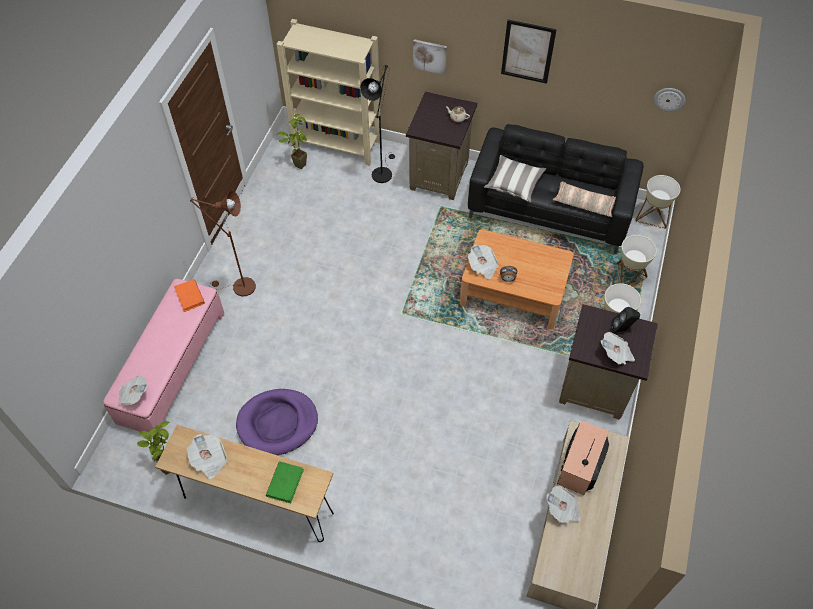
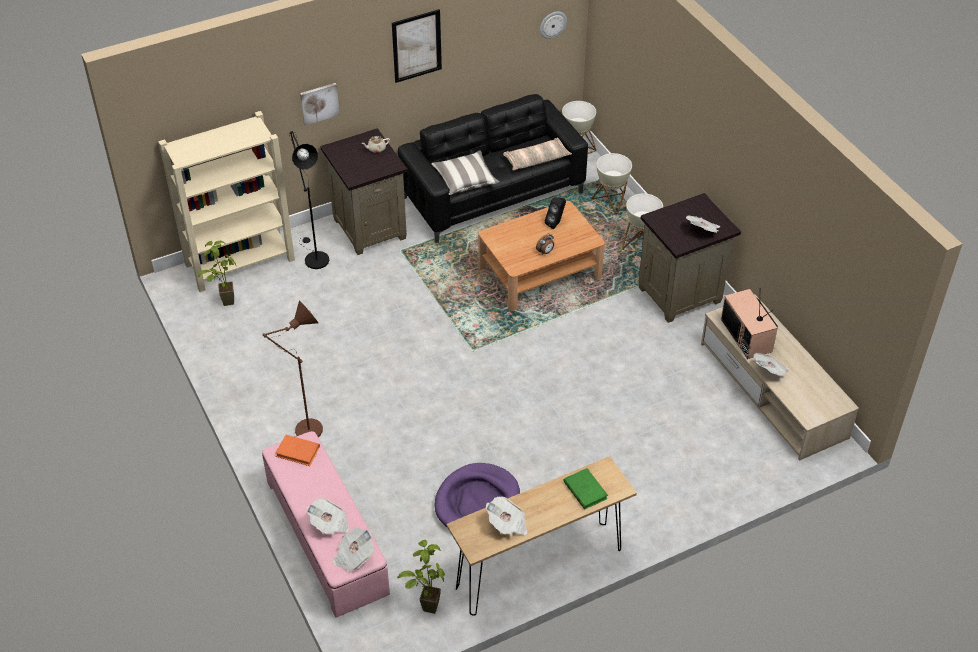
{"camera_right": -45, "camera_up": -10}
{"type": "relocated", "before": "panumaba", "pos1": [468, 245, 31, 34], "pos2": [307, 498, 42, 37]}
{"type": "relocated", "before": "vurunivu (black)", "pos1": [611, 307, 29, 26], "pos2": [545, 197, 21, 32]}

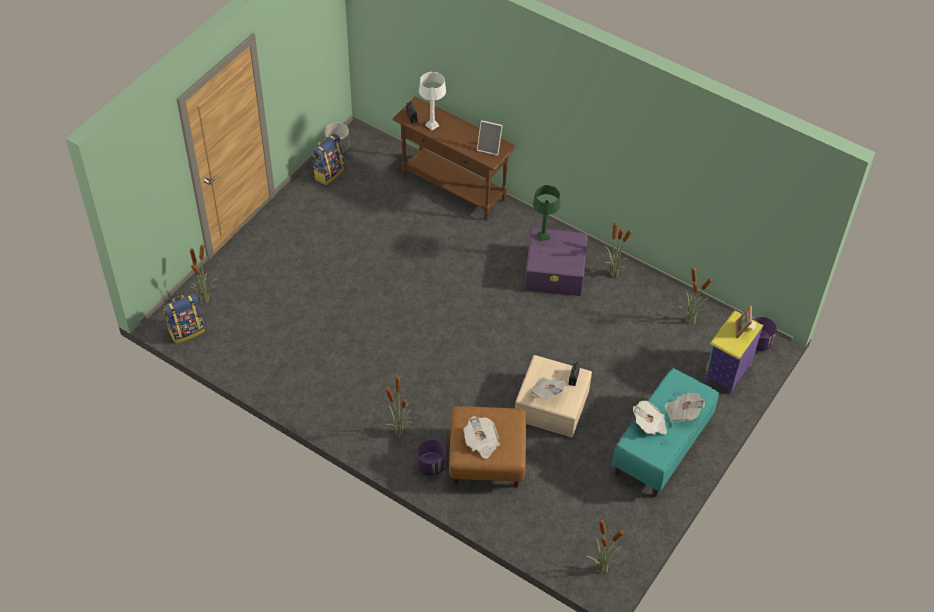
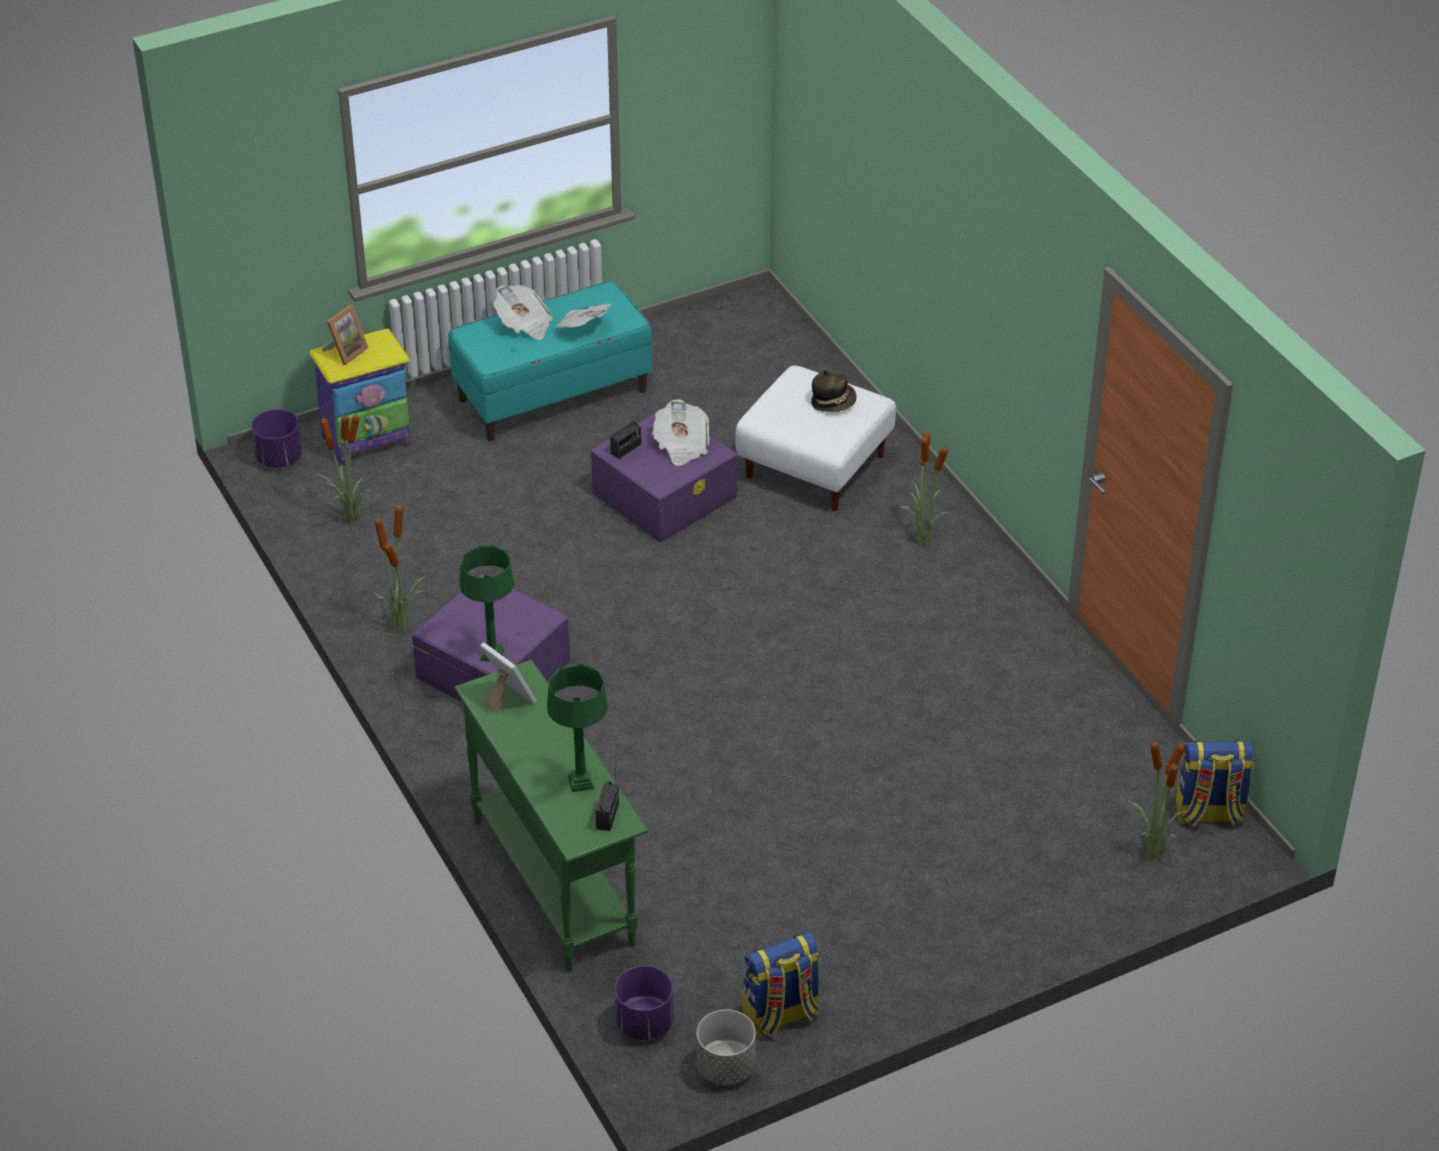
{"camera_right": -150, "camera_up": -10}
{"type": "colour", "before": "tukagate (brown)", "after": "tukagate (green)", "pos1": [392, 96, 124, 124], "pos2": [454, 660, 194, 311]}
{"type": "relocated", "before": "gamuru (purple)", "pos1": [417, 439, 29, 37], "pos2": [615, 966, 58, 74]}
{"type": "colour", "before": "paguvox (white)", "after": "paguvox (green)", "pos1": [419, 72, 27, 59], "pos2": [547, 664, 61, 128]}
{"type": "colour", "before": "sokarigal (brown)", "after": "sokarigal (white)", "pos1": [449, 406, 77, 82], "pos2": [736, 366, 160, 145]}
{"type": "exchanged", "before": "panumaba", "after": "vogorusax", "pos1": [463, 416, 37, 43], "pos2": [811, 370, 46, 42]}
{"type": "colour", "before": "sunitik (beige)", "after": "sunitik (purple)", "pos1": [515, 355, 77, 82], "pos2": [590, 413, 147, 129]}
{"type": "missing", "before": "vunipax", "pos1": [586, 519, 38, 55]}

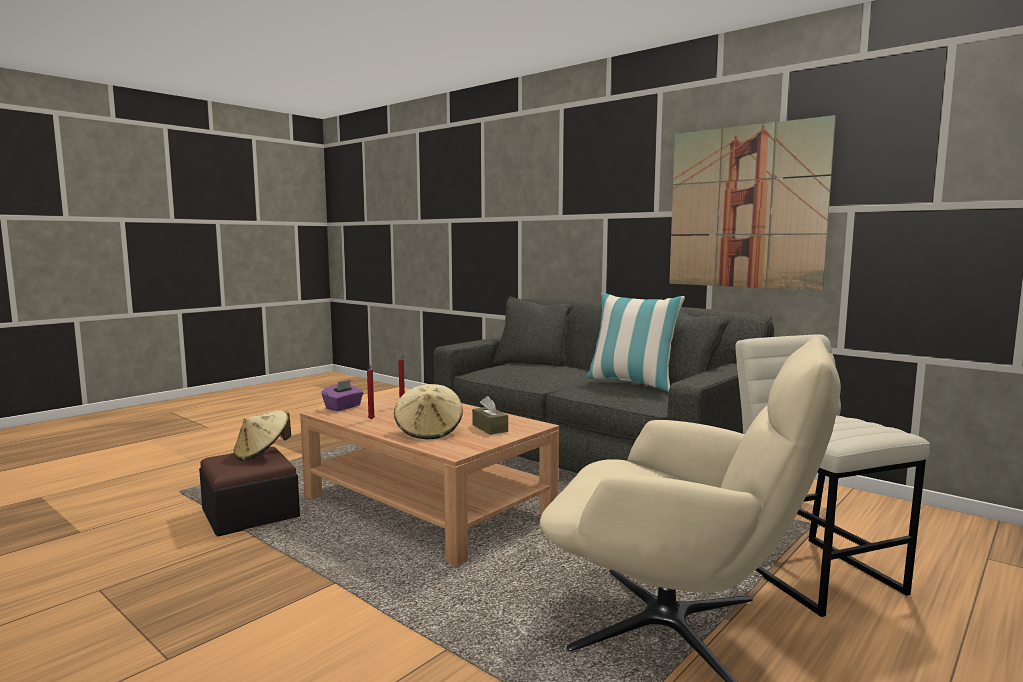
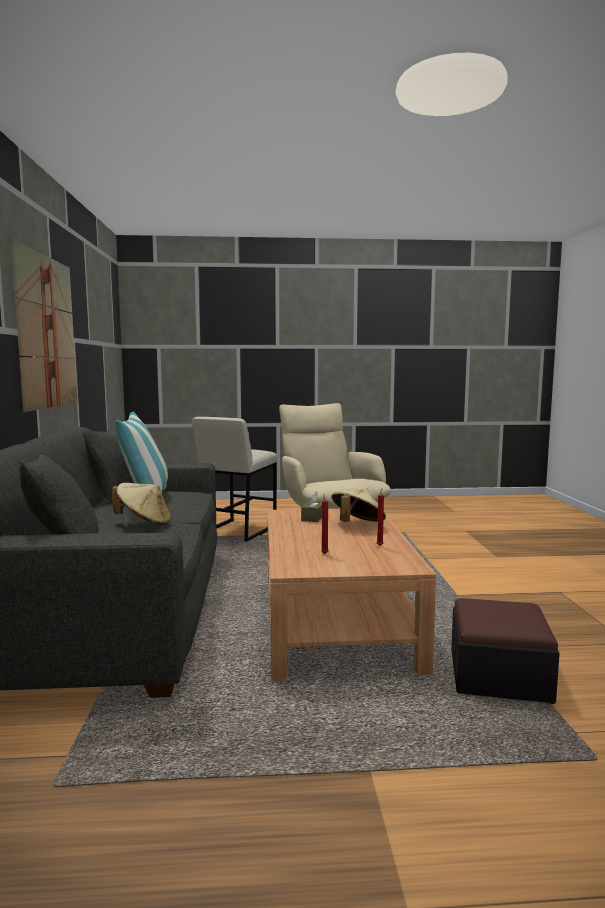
{"camera_right": -135, "camera_up": 0}
{"type": "relocated", "before": "vogorusax (beige)", "pos1": [233, 410, 58, 51], "pos2": [112, 483, 59, 42]}
{"type": "missing", "before": "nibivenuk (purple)", "pos1": [321, 380, 42, 31]}

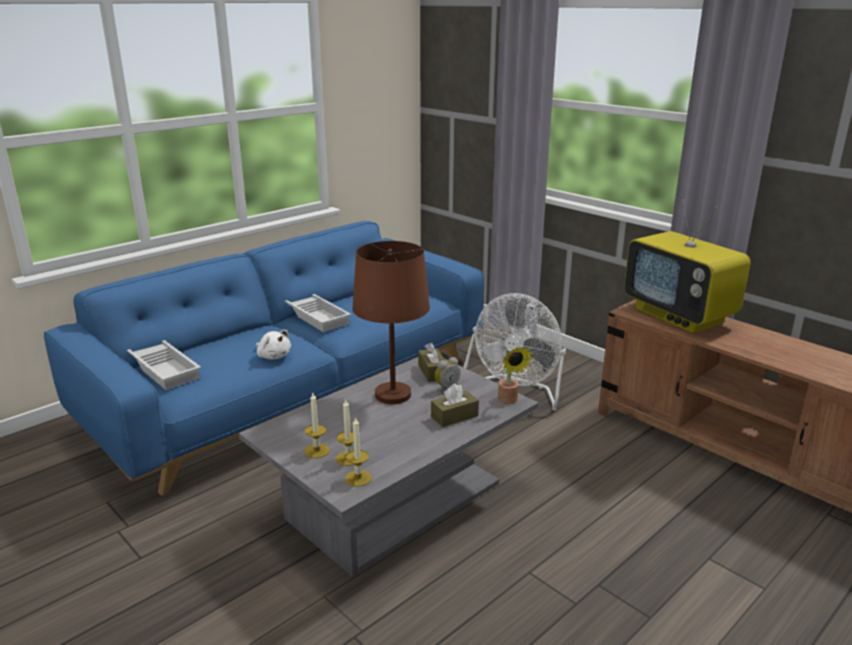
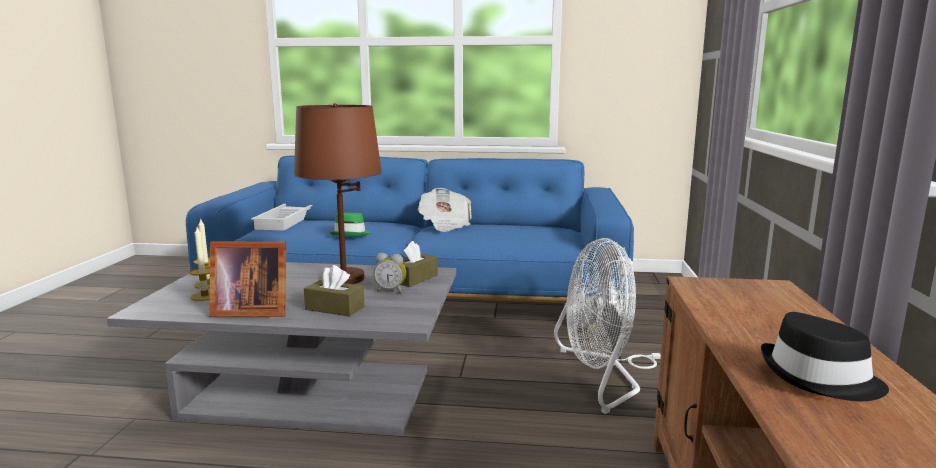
{"camera_right": 50, "camera_up": -10}
{"type": "exchanged", "before": "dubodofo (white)", "after": "vogorusax (green)", "pos1": [256, 330, 35, 30], "pos2": [330, 213, 41, 23]}
{"type": "exchanged", "before": "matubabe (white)", "after": "panumaba", "pos1": [285, 294, 66, 38], "pos2": [418, 188, 54, 44]}
{"type": "missing", "before": "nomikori", "pos1": [345, 417, 27, 70]}
{"type": "missing", "before": "vunipax", "pos1": [498, 347, 36, 57]}
{"type": "missing", "before": "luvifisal", "pos1": [624, 196, 127, 137]}
{"type": "appeared", "after": "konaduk", "pos2": [209, 241, 77, 76]}
{"type": "appeared", "after": "vogorusax (black)", "pos2": [761, 312, 128, 89]}

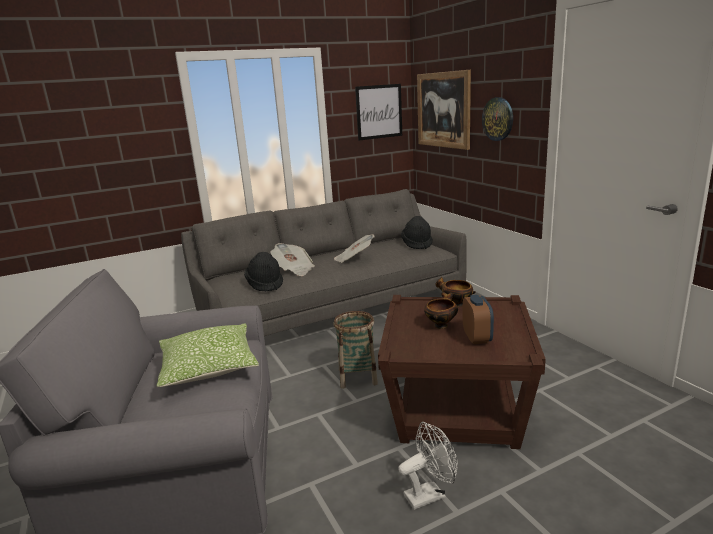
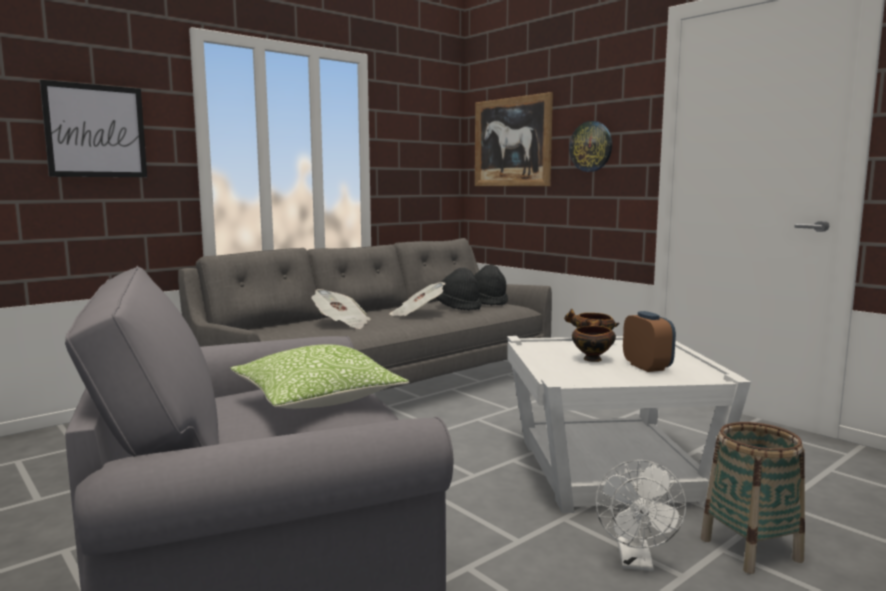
{"camera_right": -15, "camera_up": -10}
{"type": "relocated", "before": "vogorusax (black)", "pos1": [244, 252, 39, 40], "pos2": [436, 268, 45, 43]}
{"type": "relocated", "before": "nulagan", "pos1": [334, 311, 44, 78], "pos2": [701, 422, 104, 152]}
{"type": "relocated", "before": "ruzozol", "pos1": [355, 84, 47, 56], "pos2": [40, 80, 107, 97]}
{"type": "colour", "before": "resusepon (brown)", "after": "resusepon (white)", "pos1": [378, 295, 168, 154], "pos2": [507, 336, 244, 177]}
{"type": "spun", "before": "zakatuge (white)", "pos1": [398, 422, 60, 88], "pos2": [595, 460, 92, 111], "turn": 135}

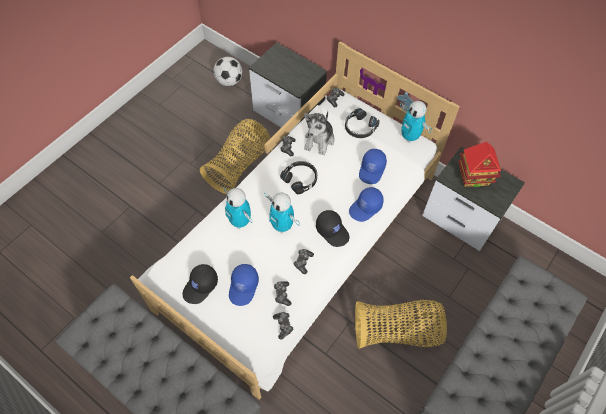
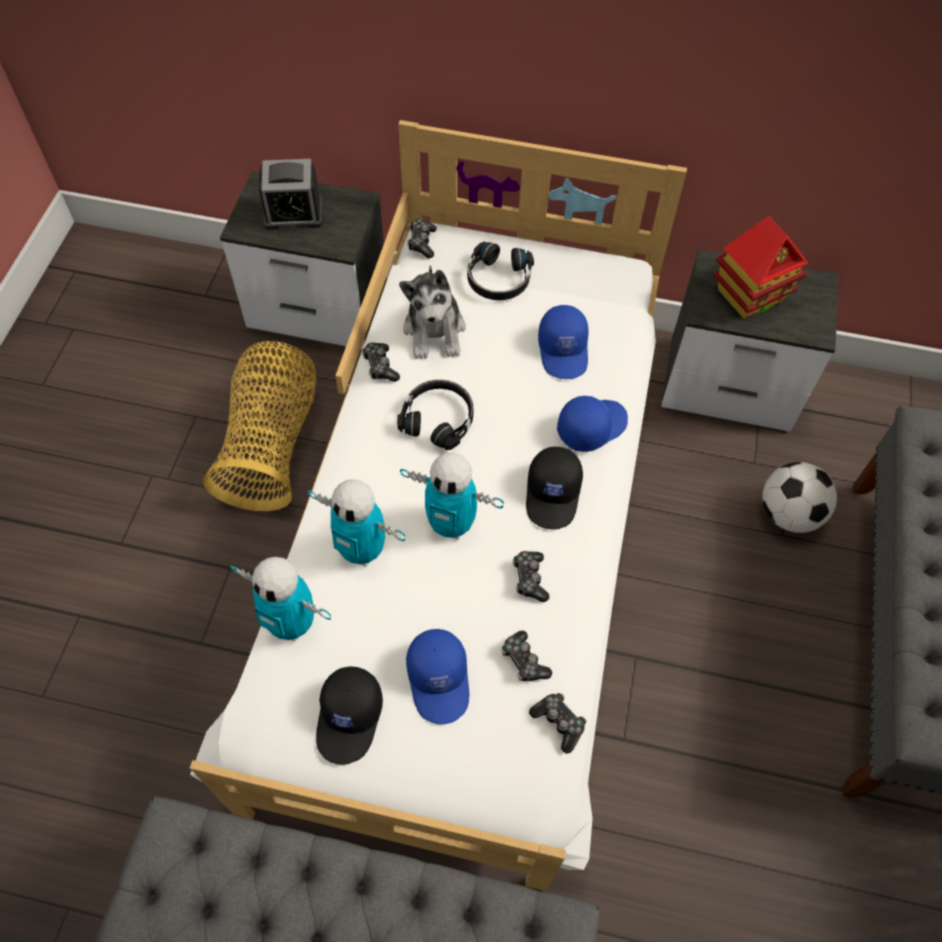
{"camera_right": -25, "camera_up": 0}
{"type": "relocated", "before": "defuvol", "pos1": [213, 57, 30, 29], "pos2": [762, 462, 75, 71]}
{"type": "spun", "before": "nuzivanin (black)", "pos1": [316, 210, 34, 37], "pos2": [526, 447, 57, 83], "turn": 75}
{"type": "spun", "before": "nuzivanin (blue)", "pos1": [349, 187, 35, 35], "pos2": [557, 396, 71, 56], "turn": -150}
{"type": "missing", "before": "nulagan", "pos1": [355, 300, 92, 49]}
{"type": "relocated", "before": "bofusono", "pos1": [400, 101, 32, 42], "pos2": [230, 557, 101, 85]}
{"type": "appeared", "after": "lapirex", "pos2": [259, 159, 64, 71]}

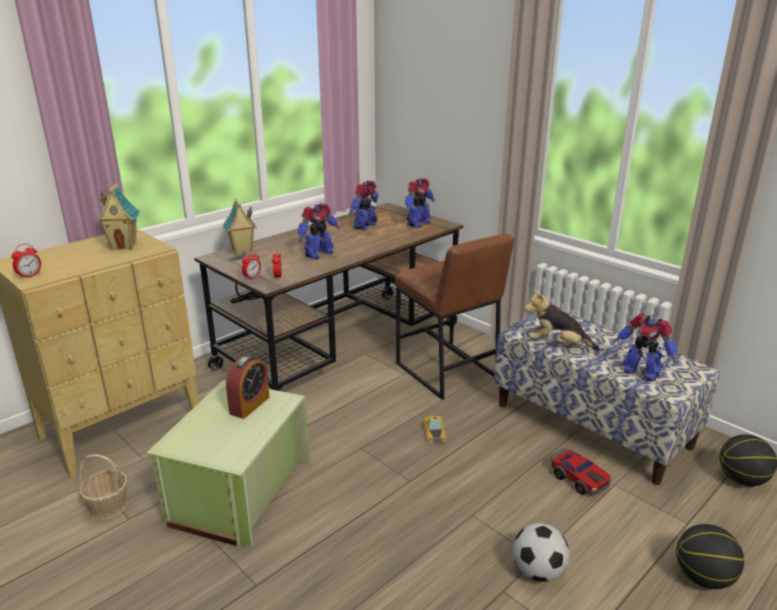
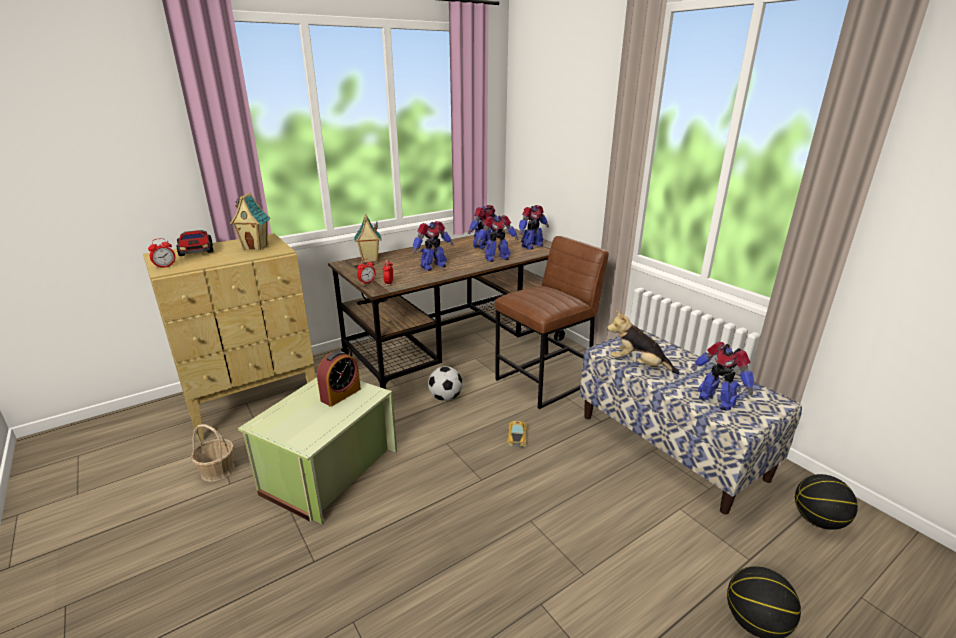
{"camera_right": 10, "camera_up": 0}
{"type": "spun", "before": "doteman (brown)", "pos1": [395, 234, 119, 166], "pos2": [495, 236, 114, 173], "turn": -105}
{"type": "relocated", "before": "defuvol", "pos1": [513, 523, 56, 59], "pos2": [428, 366, 35, 35]}
{"type": "relocated", "before": "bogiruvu", "pos1": [551, 448, 60, 47], "pos2": [176, 230, 37, 26]}
{"type": "appeared", "after": "bofusono", "pos2": [477, 215, 42, 47]}

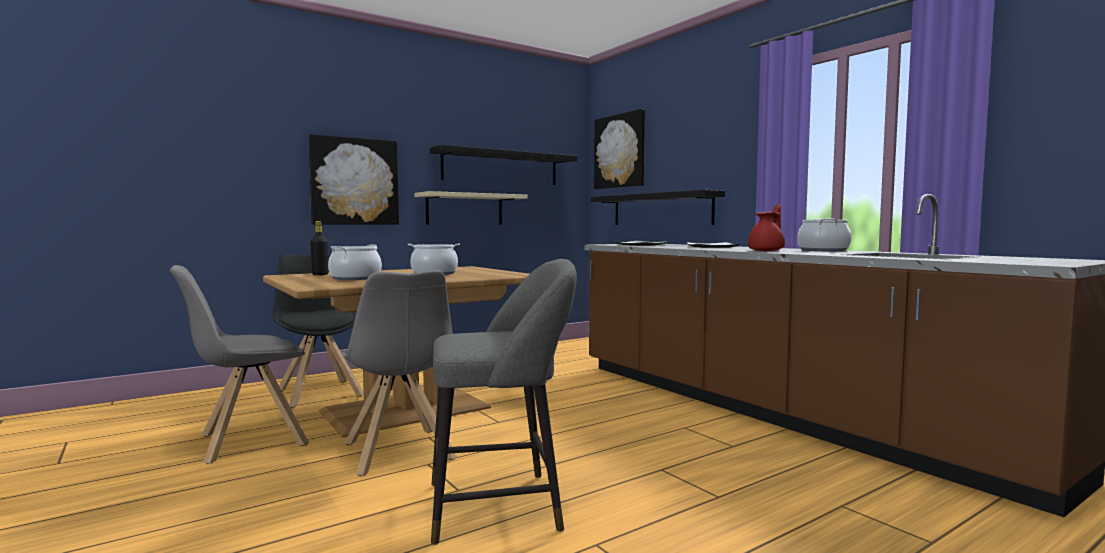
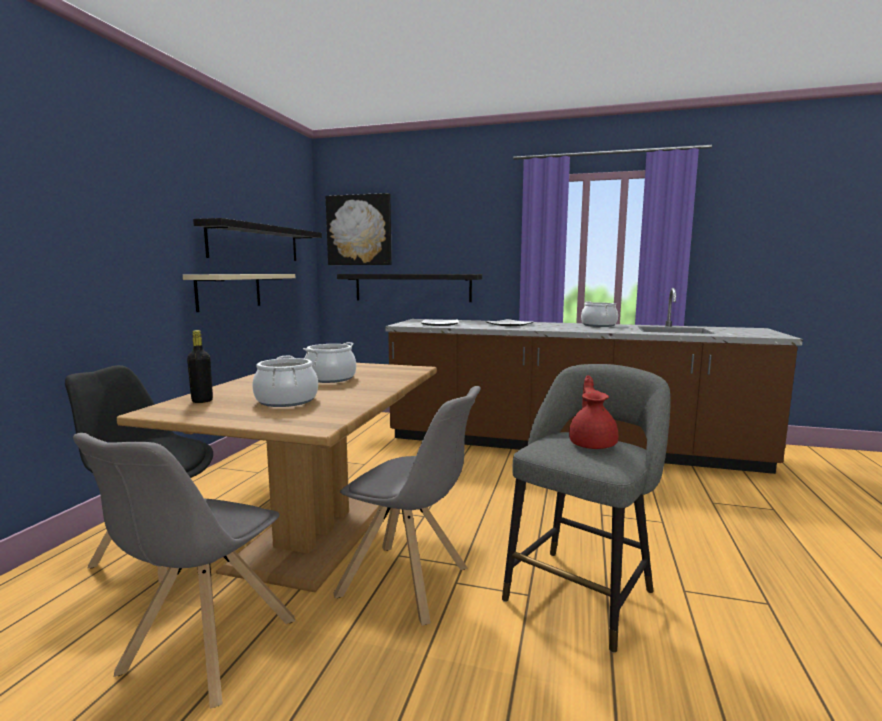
{"camera_right": -40, "camera_up": 5}
{"type": "missing", "before": "ruzozol", "pos1": [308, 134, 91, 91]}
{"type": "relocated", "before": "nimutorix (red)", "pos1": [748, 204, 37, 47], "pos2": [569, 375, 49, 74]}

